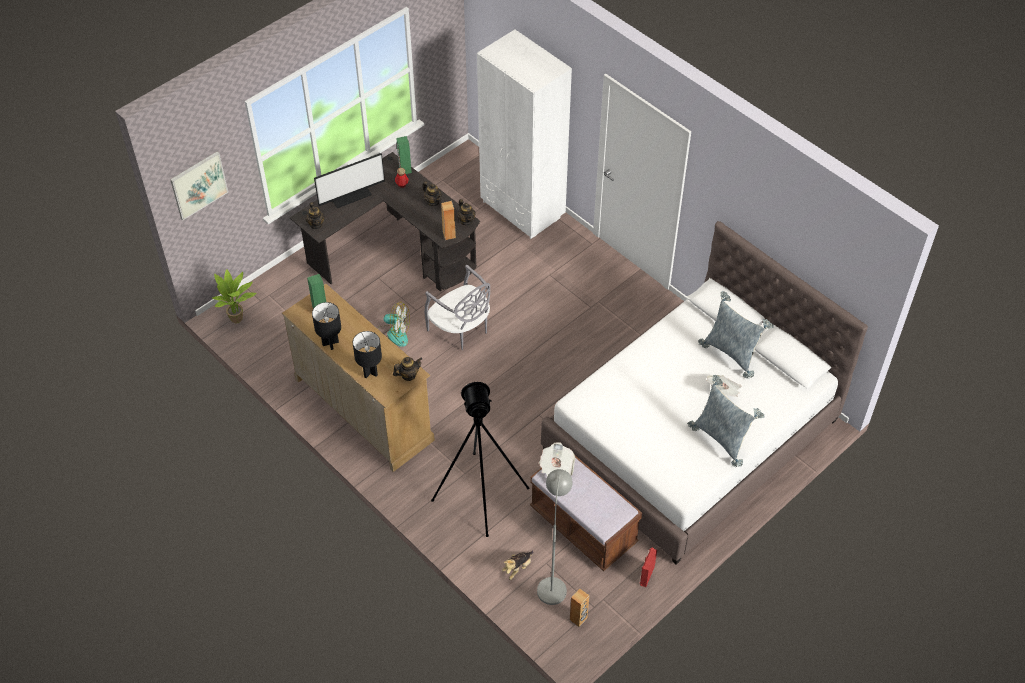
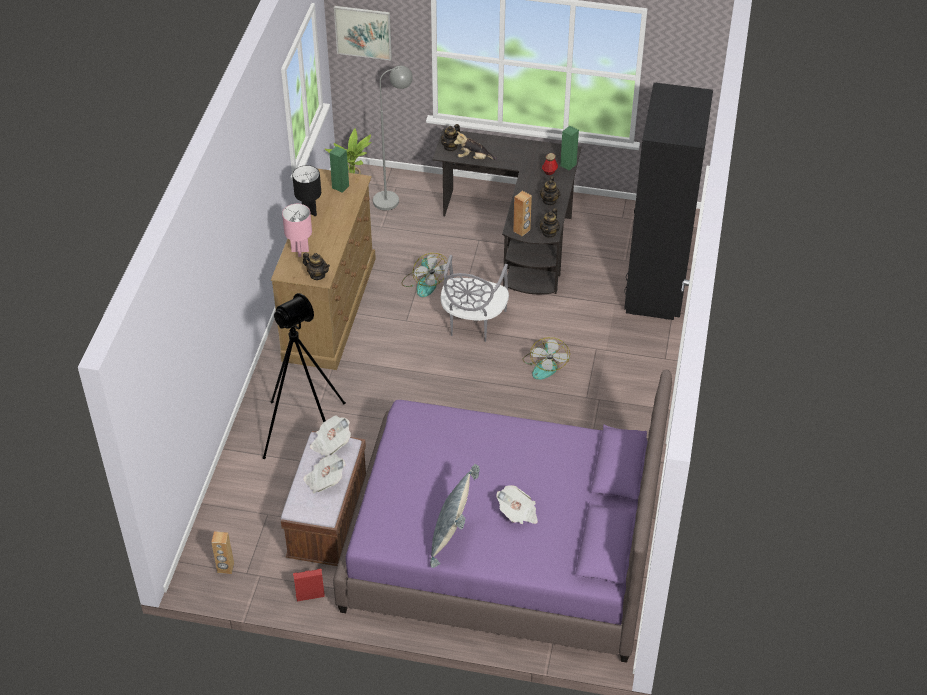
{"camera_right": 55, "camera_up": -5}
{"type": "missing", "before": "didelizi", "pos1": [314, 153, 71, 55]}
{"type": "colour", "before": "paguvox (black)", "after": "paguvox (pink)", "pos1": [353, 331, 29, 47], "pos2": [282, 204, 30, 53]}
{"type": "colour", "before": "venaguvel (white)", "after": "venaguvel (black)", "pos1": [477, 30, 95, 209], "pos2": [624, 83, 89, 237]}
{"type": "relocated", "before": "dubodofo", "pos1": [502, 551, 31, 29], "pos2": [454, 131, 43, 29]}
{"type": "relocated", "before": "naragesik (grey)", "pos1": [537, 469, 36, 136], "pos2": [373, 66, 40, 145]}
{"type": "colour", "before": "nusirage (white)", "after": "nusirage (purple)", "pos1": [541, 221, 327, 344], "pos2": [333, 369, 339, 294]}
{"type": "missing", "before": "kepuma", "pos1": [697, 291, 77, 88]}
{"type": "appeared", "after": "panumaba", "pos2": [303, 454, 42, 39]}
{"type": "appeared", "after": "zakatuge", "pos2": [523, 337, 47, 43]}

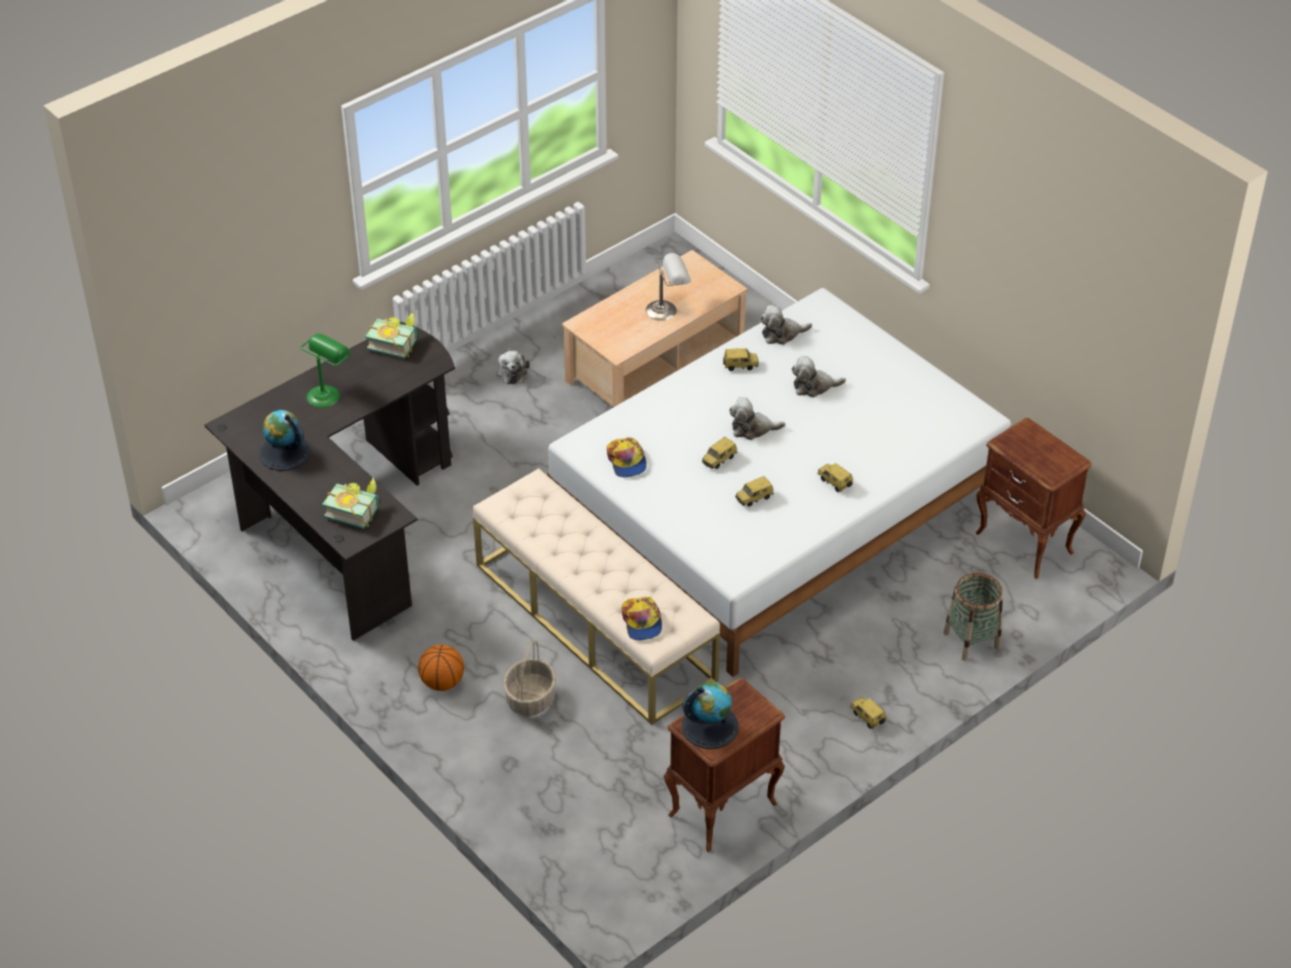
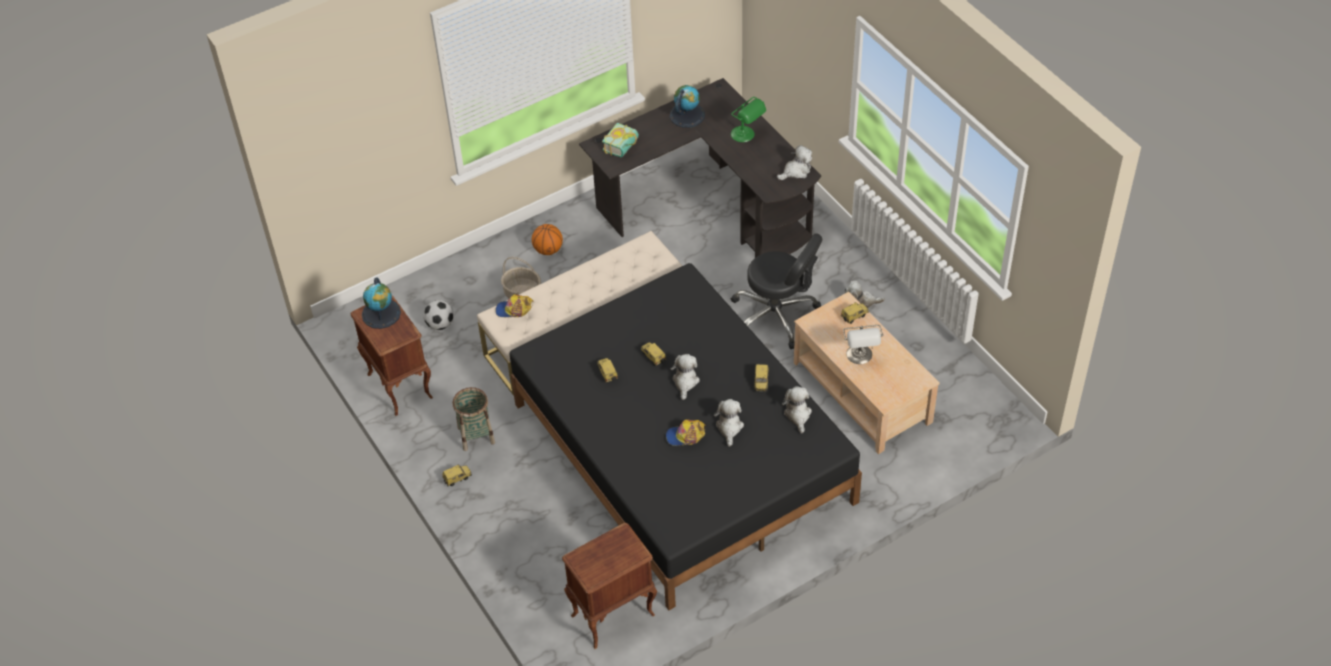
{"camera_right": 100, "camera_up": 5}
{"type": "exchanged", "before": "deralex", "after": "dubodofo", "pos1": [365, 312, 52, 47], "pos2": [777, 145, 35, 35]}
{"type": "colour", "before": "nusirage (white)", "after": "nusirage (black)", "pos1": [547, 288, 464, 389], "pos2": [509, 263, 353, 347]}
{"type": "relocated", "before": "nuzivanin", "pos1": [607, 437, 40, 41], "pos2": [666, 419, 39, 27]}
{"type": "relocated", "before": "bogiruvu", "pos1": [817, 463, 36, 29], "pos2": [841, 303, 28, 21]}
{"type": "relocated", "before": "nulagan", "pos1": [944, 573, 59, 88], "pos2": [452, 387, 43, 64]}
{"type": "appeared", "after": "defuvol", "pos2": [423, 300, 31, 30]}
{"type": "appeared", "after": "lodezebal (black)", "pos2": [731, 233, 92, 116]}

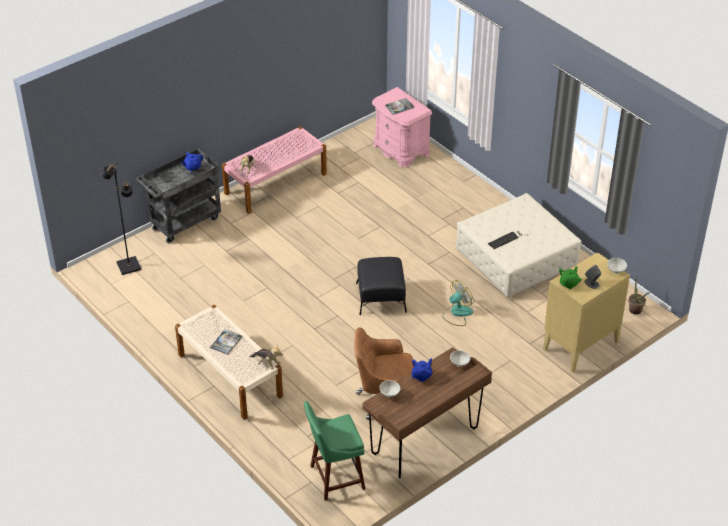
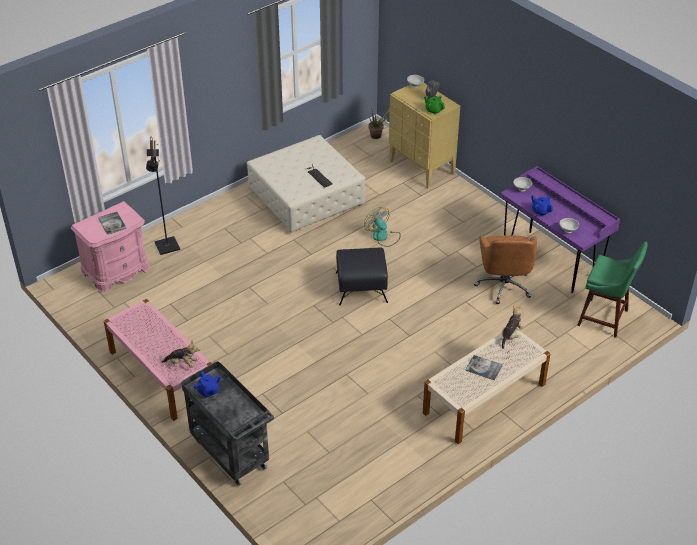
{"camera_right": -90, "camera_up": 0}
{"type": "relocated", "before": "naragesik (black)", "pos1": [100, 162, 42, 113], "pos2": [146, 137, 34, 118]}
{"type": "spun", "before": "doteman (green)", "pos1": [304, 401, 61, 100], "pos2": [577, 242, 71, 96], "turn": -45}
{"type": "colour", "before": "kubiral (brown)", "after": "kubiral (purple)", "pos1": [362, 348, 130, 130], "pos2": [501, 166, 119, 127]}

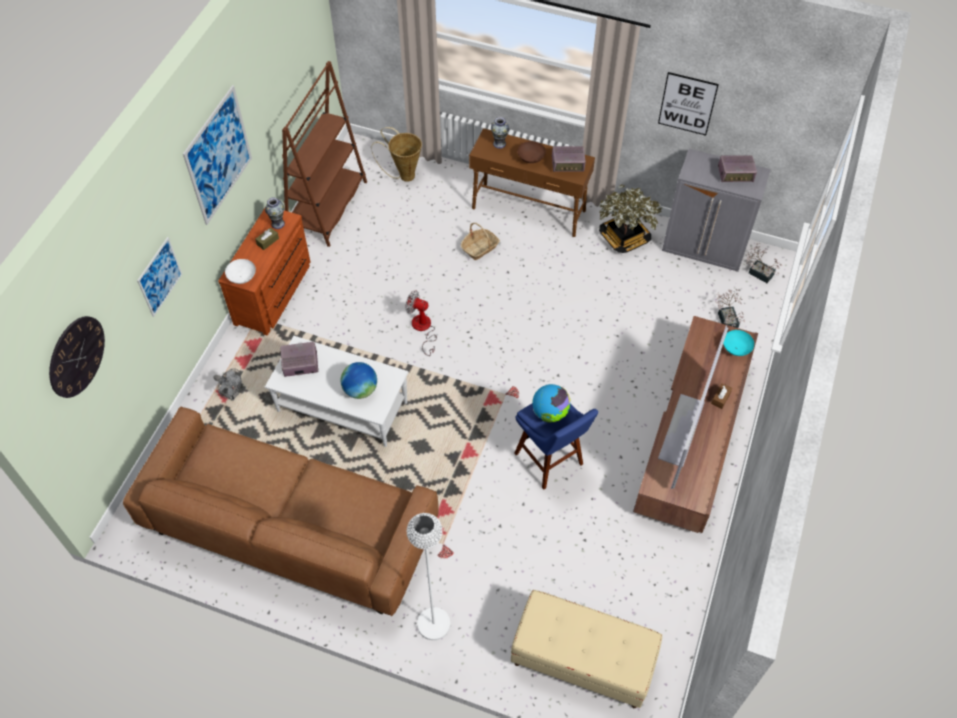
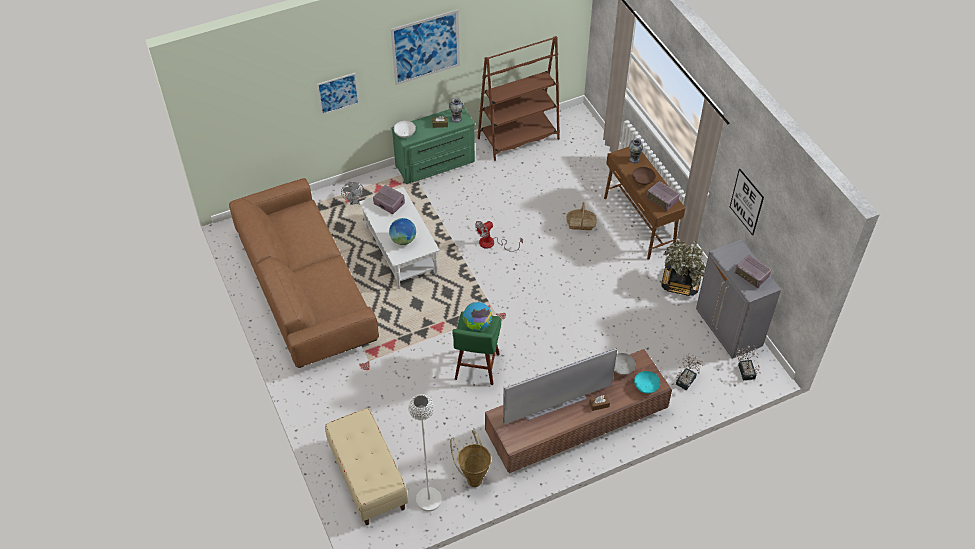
{"camera_right": 45, "camera_up": -5}
{"type": "missing", "before": "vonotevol", "pos1": [49, 316, 56, 82]}
{"type": "colour", "before": "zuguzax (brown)", "after": "zuguzax (green)", "pos1": [218, 208, 92, 127], "pos2": [391, 107, 84, 77]}
{"type": "relocated", "before": "nulagan", "pos1": [371, 127, 51, 55], "pos2": [450, 430, 41, 57]}
{"type": "spun", "before": "zakatuge", "pos1": [406, 290, 31, 66], "pos2": [475, 221, 48, 31], "turn": -105}
{"type": "relocated", "before": "naragesik (white)", "pos1": [407, 513, 43, 127], "pos2": [408, 394, 34, 118]}
{"type": "colour", "before": "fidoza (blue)", "after": "fidoza (green)", "pos1": [514, 403, 84, 87], "pos2": [452, 311, 49, 74]}
{"type": "appeared", "after": "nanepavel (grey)", "pos2": [614, 353, 22, 22]}

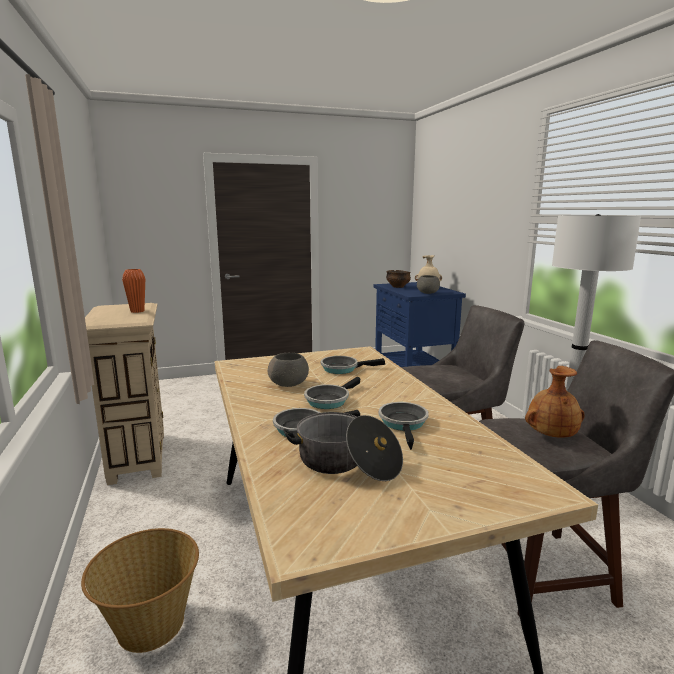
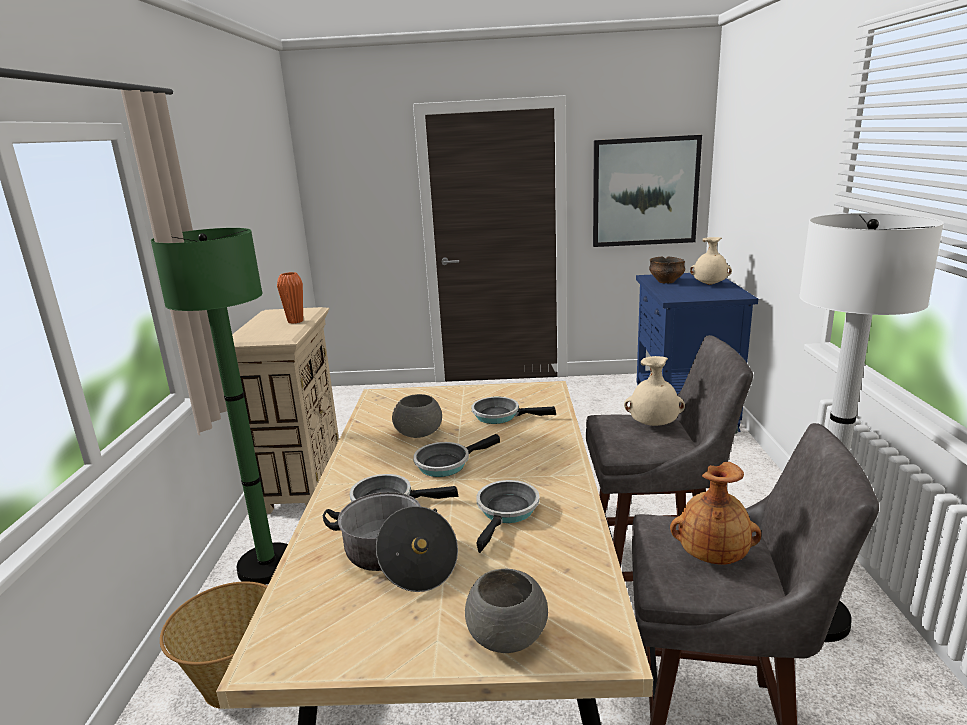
{"camera_right": 20, "camera_up": 5}
{"type": "relocated", "before": "nanepavel (grey)", "pos1": [417, 275, 23, 19], "pos2": [465, 569, 83, 84]}
{"type": "appeared", "after": "naragesik (green)", "pos2": [151, 228, 137, 357]}
{"type": "appeared", "after": "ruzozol", "pos2": [593, 135, 109, 112]}
{"type": "appeared", "after": "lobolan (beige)", "pos2": [624, 356, 61, 70]}

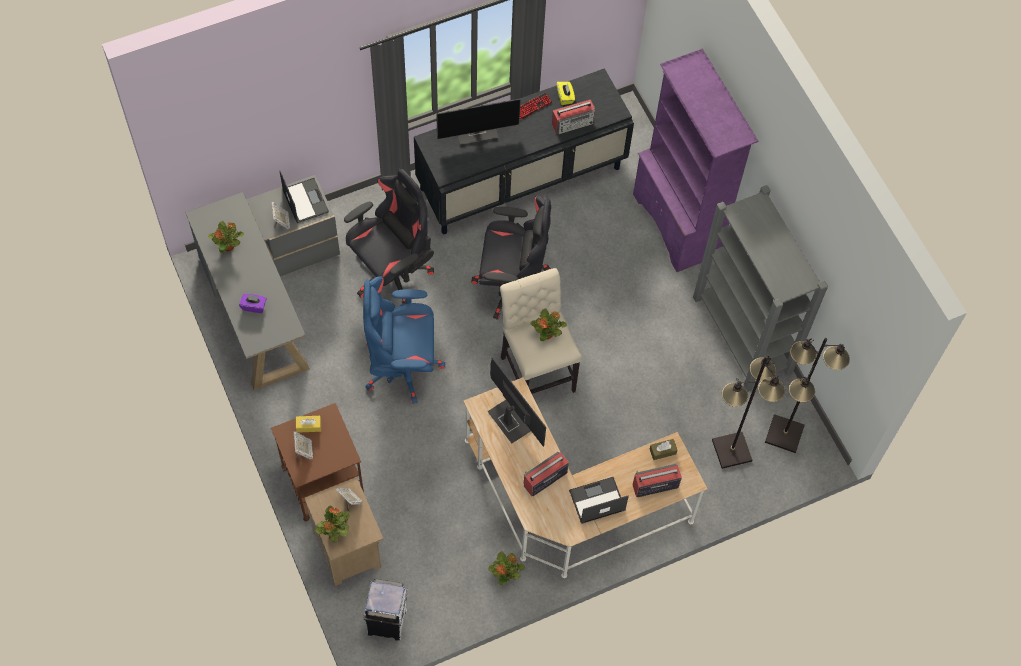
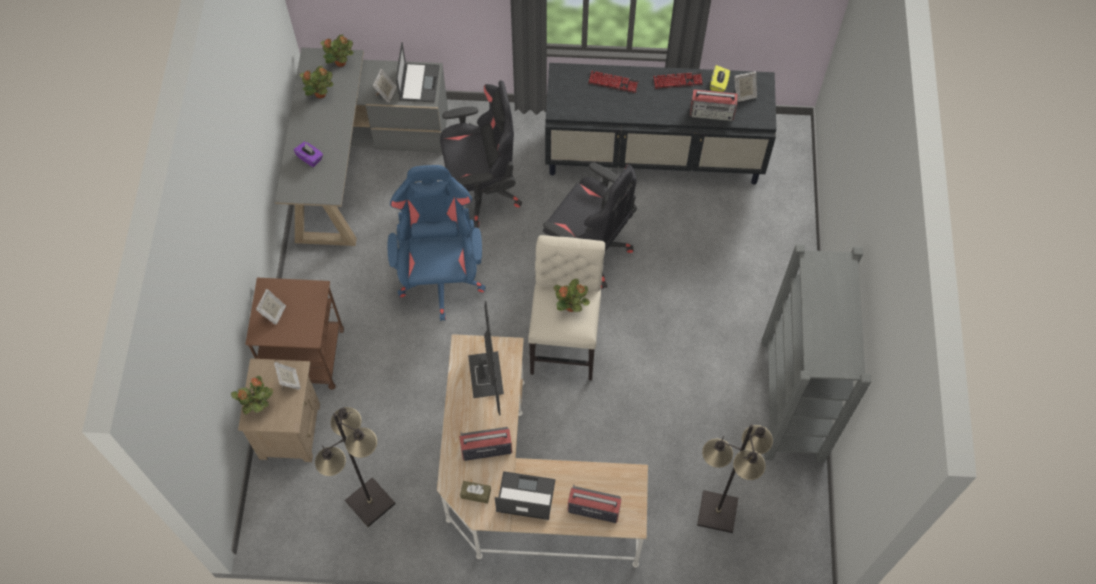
{"camera_right": 30, "camera_up": 0}
{"type": "missing", "before": "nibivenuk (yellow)", "pos1": [296, 416, 25, 17]}
{"type": "spun", "before": "lodezebal (blue)", "pos1": [363, 276, 82, 128], "pos2": [388, 165, 98, 156], "turn": 60}
{"type": "missing", "before": "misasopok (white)", "pos1": [363, 579, 45, 62]}
{"type": "exchanged", "before": "didelizi", "after": "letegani", "pos1": [437, 99, 84, 46], "pos2": [588, 71, 51, 22]}
{"type": "relocated", "before": "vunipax", "pos1": [488, 551, 37, 34], "pos2": [321, 34, 33, 33]}
{"type": "missing", "before": "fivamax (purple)", "pos1": [633, 49, 126, 223]}
{"type": "relocated", "before": "nibivenuk (brown)", "pos1": [650, 439, 28, 21], "pos2": [460, 481, 31, 23]}
{"type": "relocated", "before": "naragesik (black)", "pos1": [765, 338, 85, 115], "pos2": [315, 407, 80, 120]}
{"type": "appeared", "after": "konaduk", "pos2": [734, 71, 23, 31]}

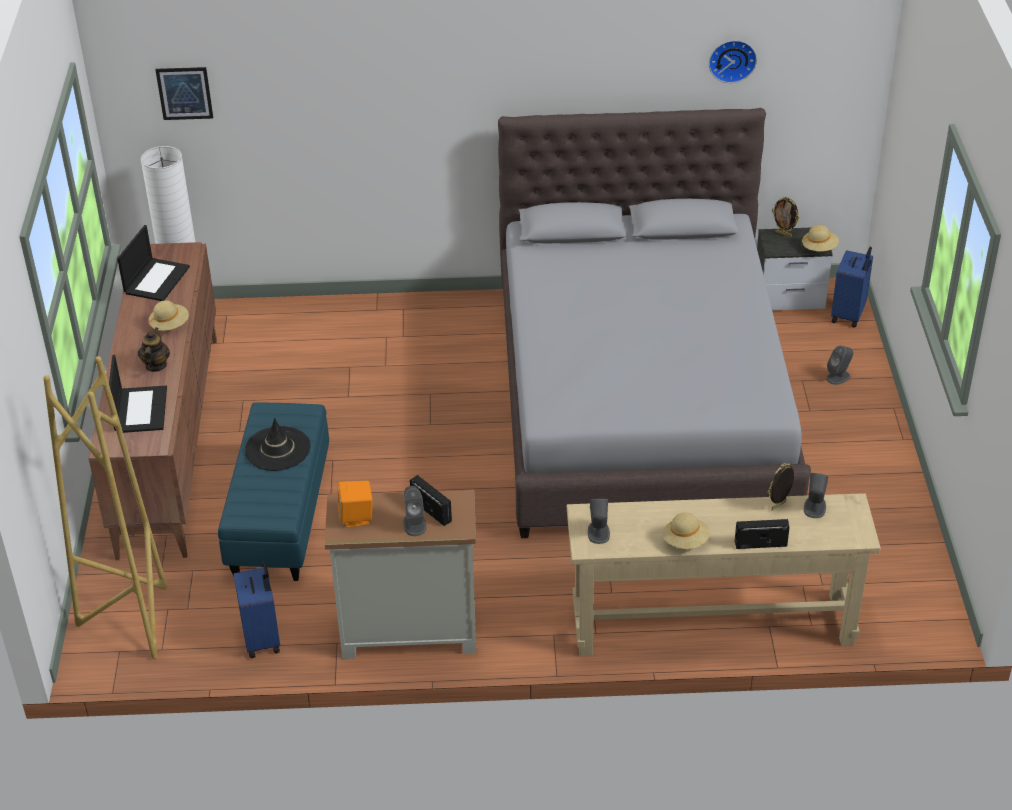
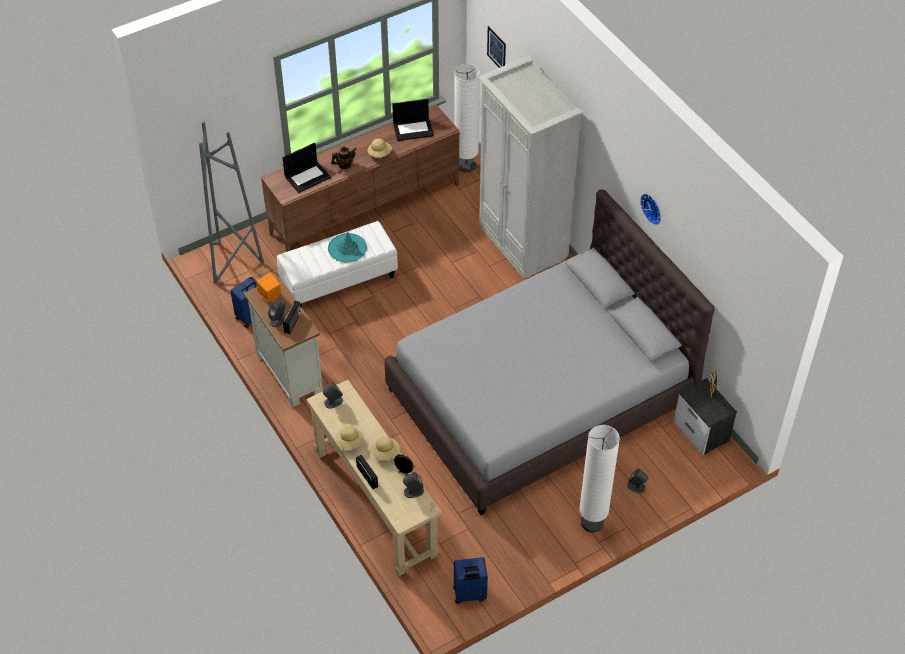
{"camera_right": 60, "camera_up": 10}
{"type": "colour", "before": "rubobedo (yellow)", "after": "rubobedo (grey)", "pos1": [43, 356, 125, 303], "pos2": [199, 121, 65, 163]}
{"type": "colour", "before": "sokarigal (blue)", "after": "sokarigal (white)", "pos1": [218, 402, 111, 179], "pos2": [277, 221, 121, 86]}
{"type": "colour", "before": "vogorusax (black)", "after": "vogorusax (turquoise)", "pos1": [245, 418, 66, 53], "pos2": [328, 232, 39, 30]}
{"type": "relocated", "before": "vonotevol", "pos1": [709, 40, 48, 43], "pos2": [640, 194, 21, 31]}
{"type": "relocated", "before": "vogorusax (beige)", "pos1": [801, 225, 38, 26], "pos2": [371, 436, 29, 24]}
{"type": "relocated", "before": "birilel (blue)", "pos1": [831, 247, 42, 81], "pos2": [453, 557, 35, 47]}
{"type": "appeared", "after": "venaguvel (white)", "pos2": [479, 56, 104, 223]}
{"type": "appeared", "after": "naragesik (white)", "pos2": [579, 425, 41, 108]}

